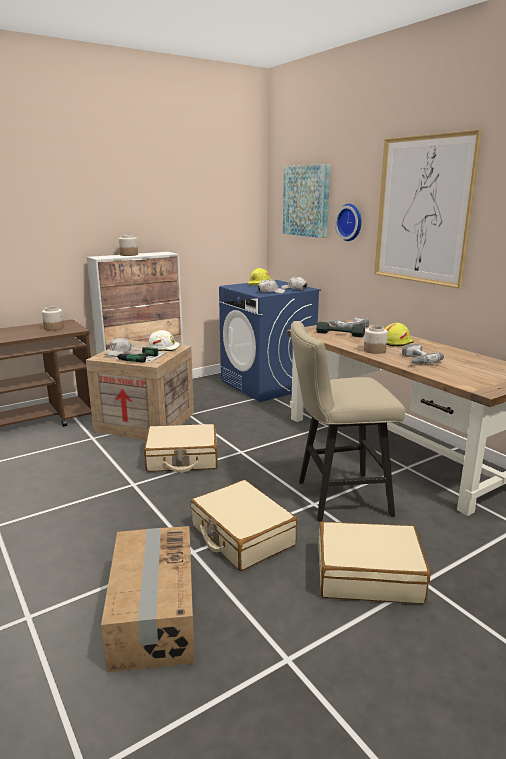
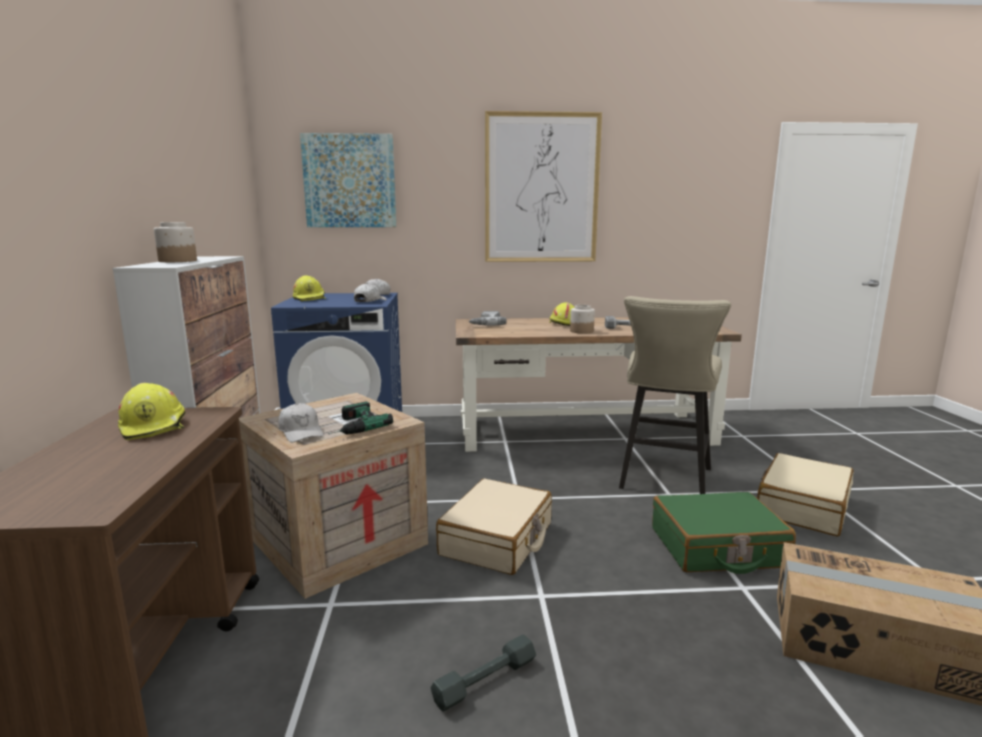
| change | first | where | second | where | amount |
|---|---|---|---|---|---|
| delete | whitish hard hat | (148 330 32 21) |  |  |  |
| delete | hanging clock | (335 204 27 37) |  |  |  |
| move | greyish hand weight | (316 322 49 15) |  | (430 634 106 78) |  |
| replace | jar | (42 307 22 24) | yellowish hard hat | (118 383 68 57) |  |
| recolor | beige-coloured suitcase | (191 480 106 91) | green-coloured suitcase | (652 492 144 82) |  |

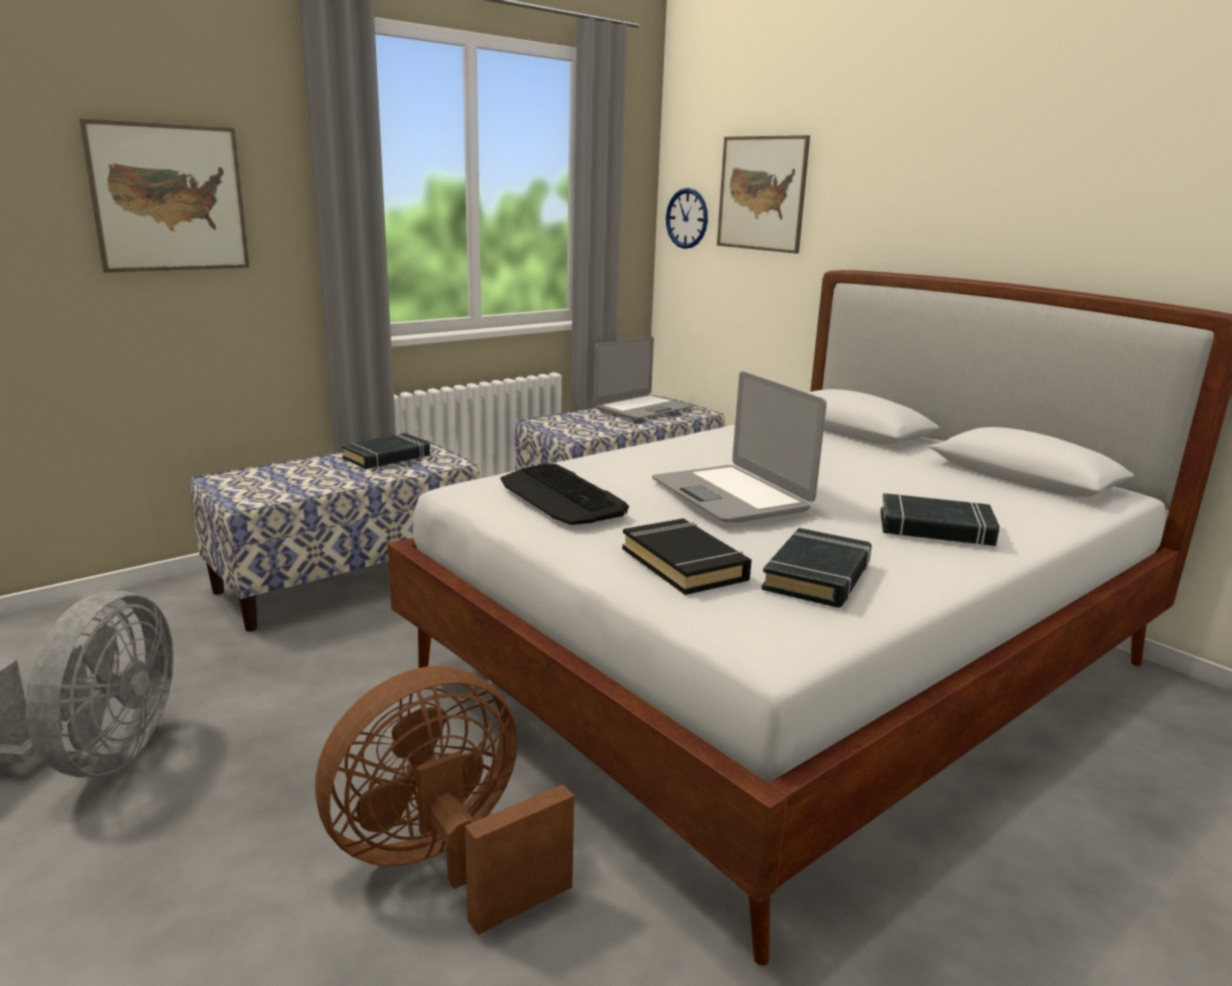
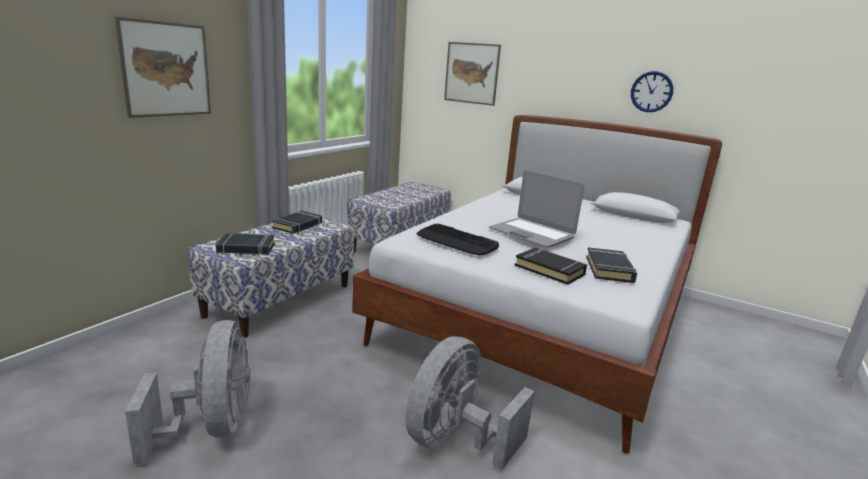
| change | first | where | second | where | amount |
|---|---|---|---|---|---|
| delete | notebook computer | (594 336 99 83) |  |  |  |
| move | hanging clock | (666 188 42 61) |  | (631 71 42 41) |  |
| move | blackish volume | (881 493 119 53) |  | (215 233 60 22) |  |
| recolor | brownish cooling fan | (315 666 259 269) | greyish cooling fan | (405 336 130 134) |  |

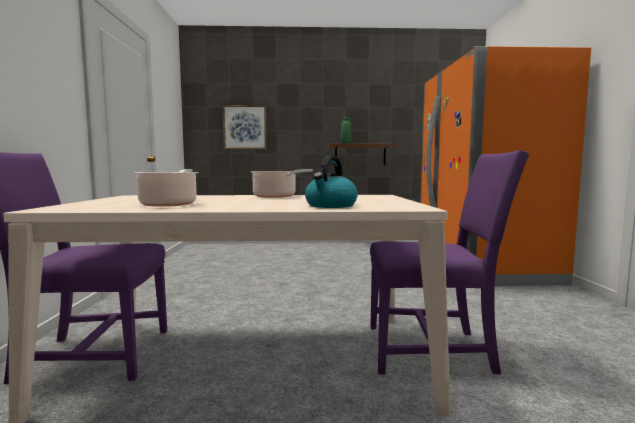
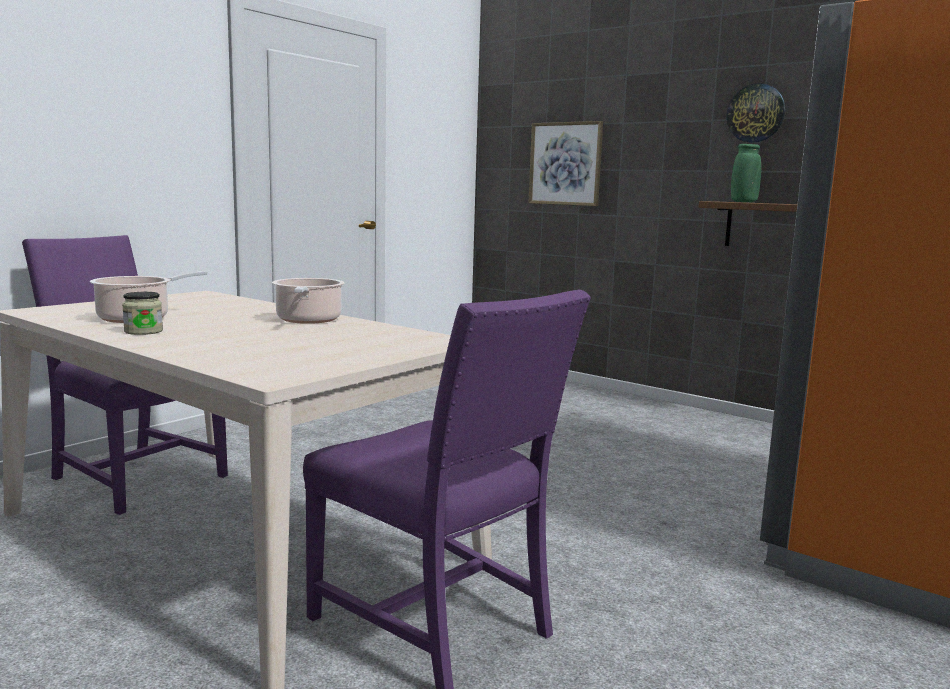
| change | first | where | second | where | amount |
|---|---|---|---|---|---|
| delete | tea kettle | (305 155 53 53) |  |  |  |
| insert |  |  | jar | (122 292 41 43) |  |
| insert |  |  | hanging clock | (727 83 58 60) |  |

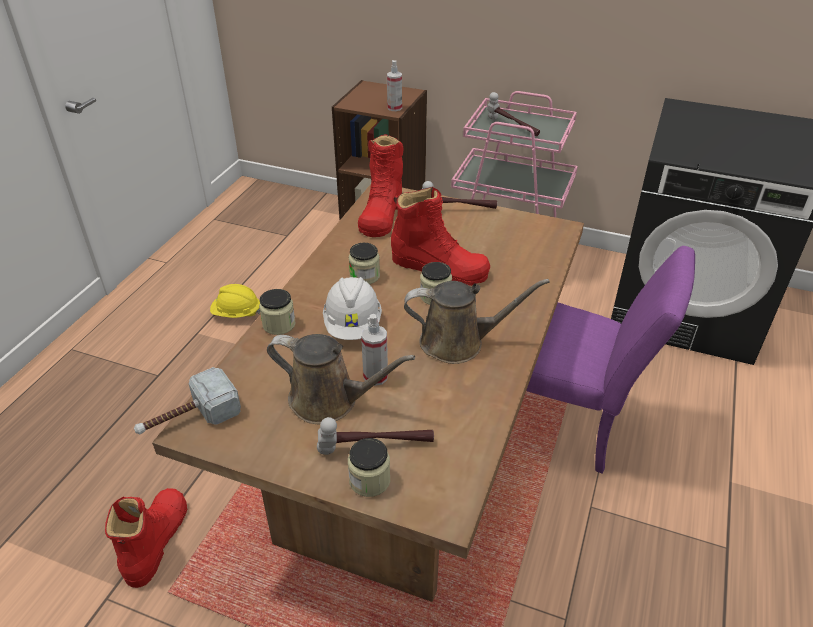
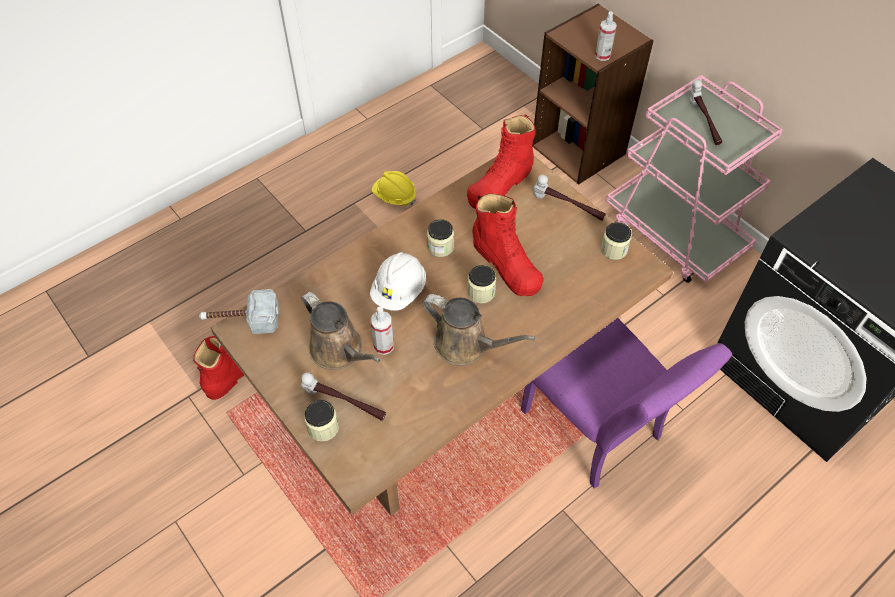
| change | first | where | second | where | amount |
|---|---|---|---|---|---|
| move | jar | (259 289 37 46) |  | (601 222 30 38) |  |

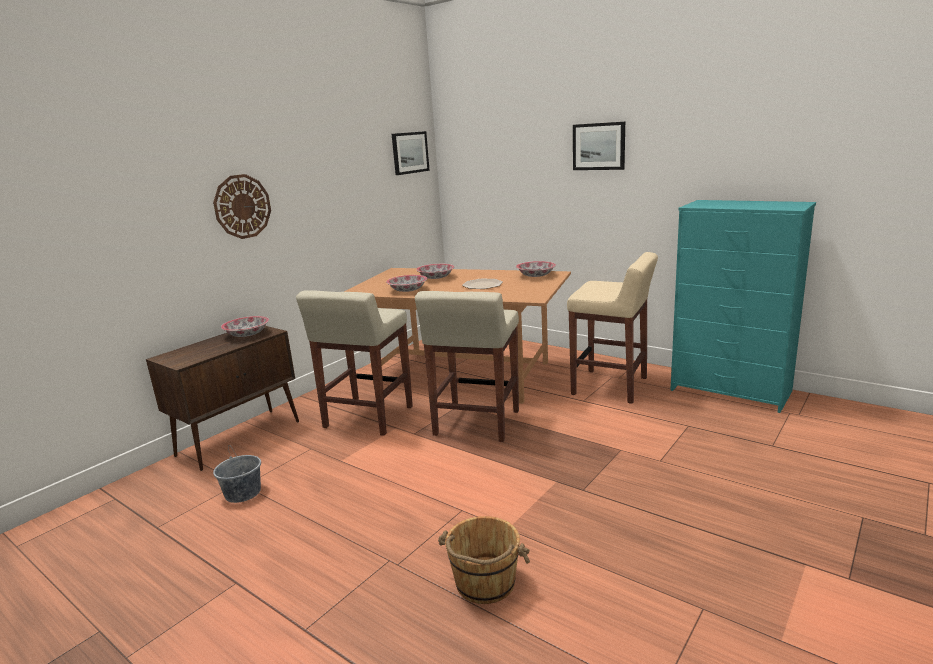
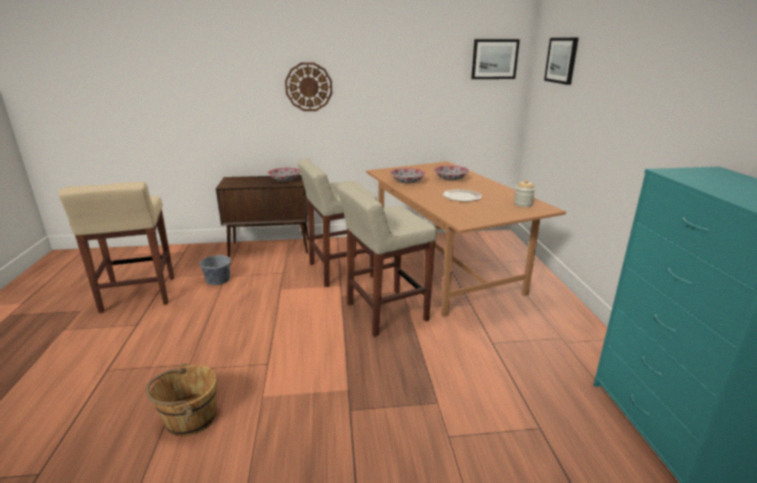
| change | first | where | second | where | amount |
|---|---|---|---|---|---|
| move | beige-coloured stool | (567 252 91 152) |  | (58 182 116 131) |  |
| move | wall art | (573 122 52 48) |  | (544 38 34 47) |  |
| replace | serving bowl | (516 261 40 16) | jar | (514 180 21 27) |  |

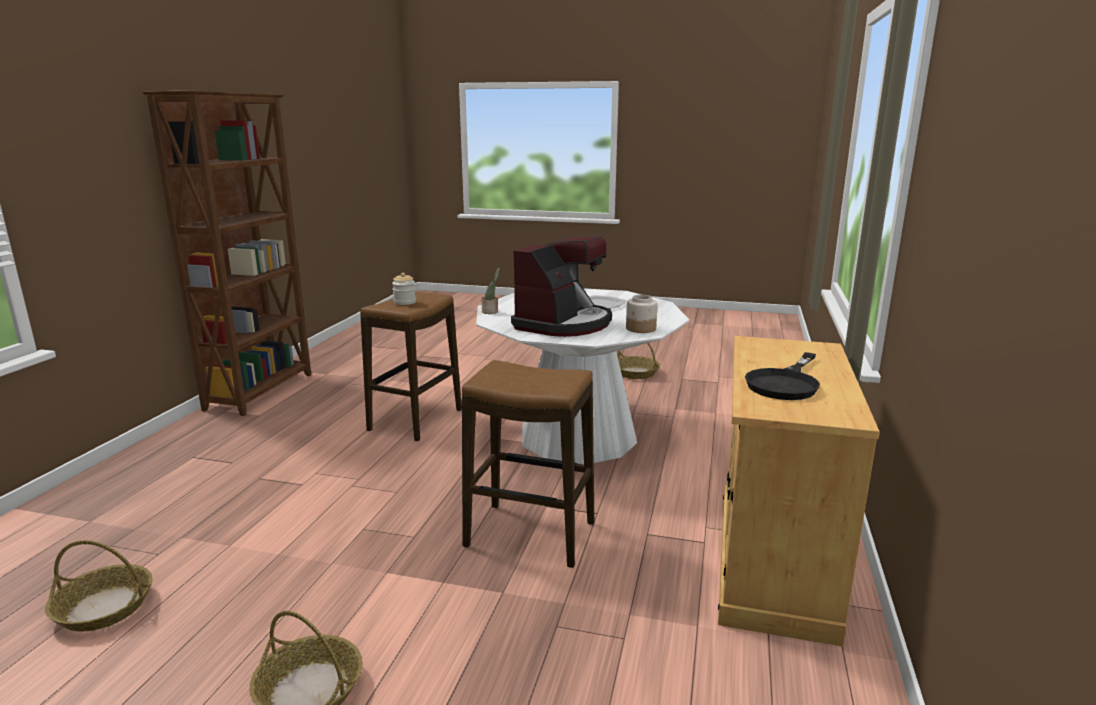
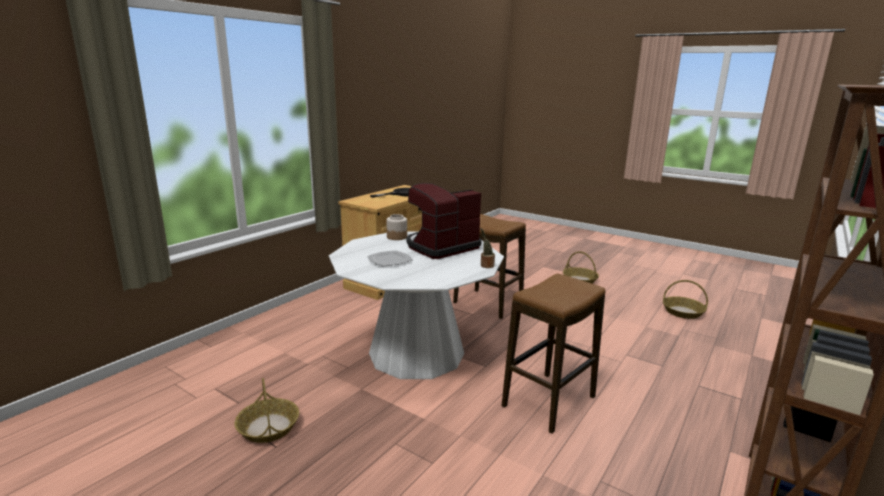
| change | first | where | second | where | amount |
|---|---|---|---|---|---|
| delete | jar | (392 273 24 32) |  |  |  |

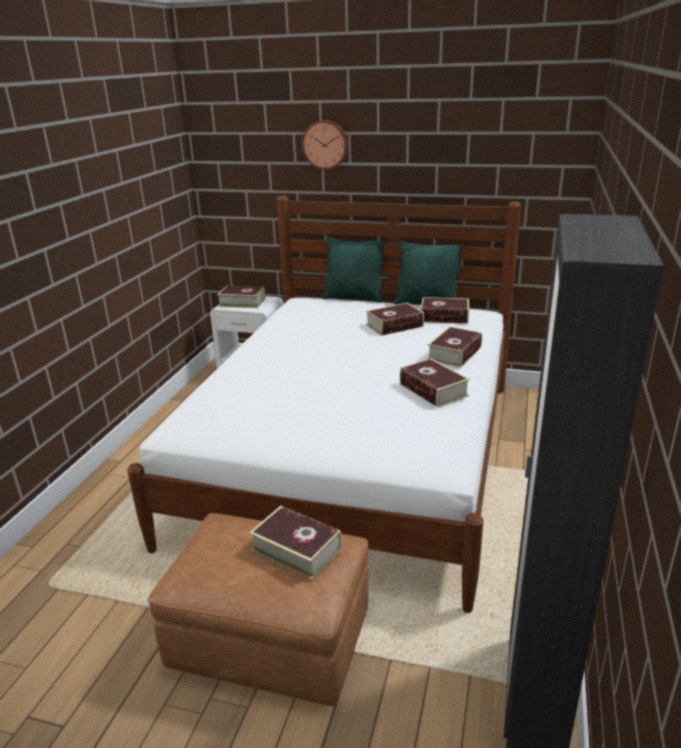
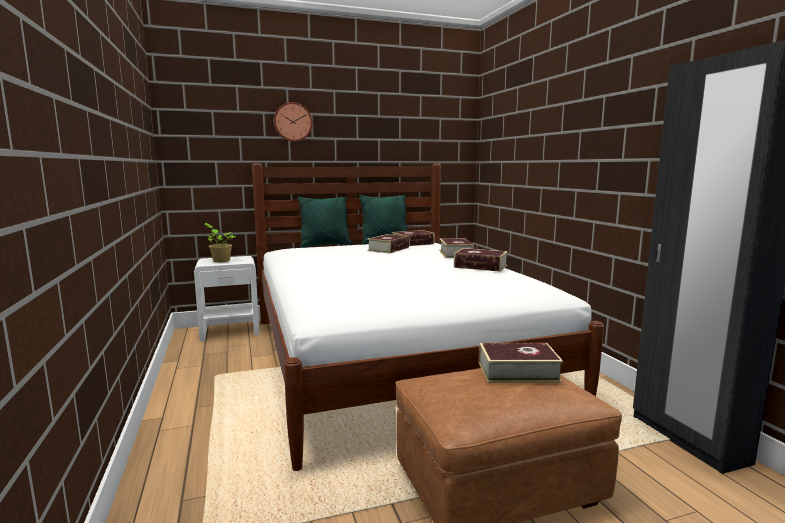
| change | first | where | second | where | amount |
|---|---|---|---|---|---|
| replace | volume | (217 286 48 22) | houseplant | (204 223 32 39) |  |

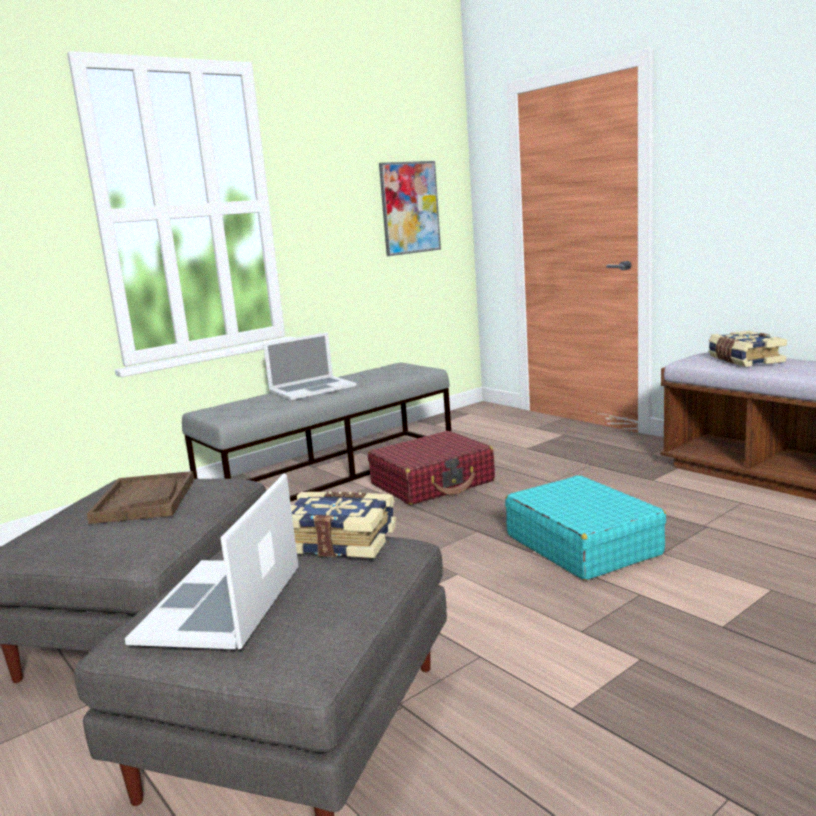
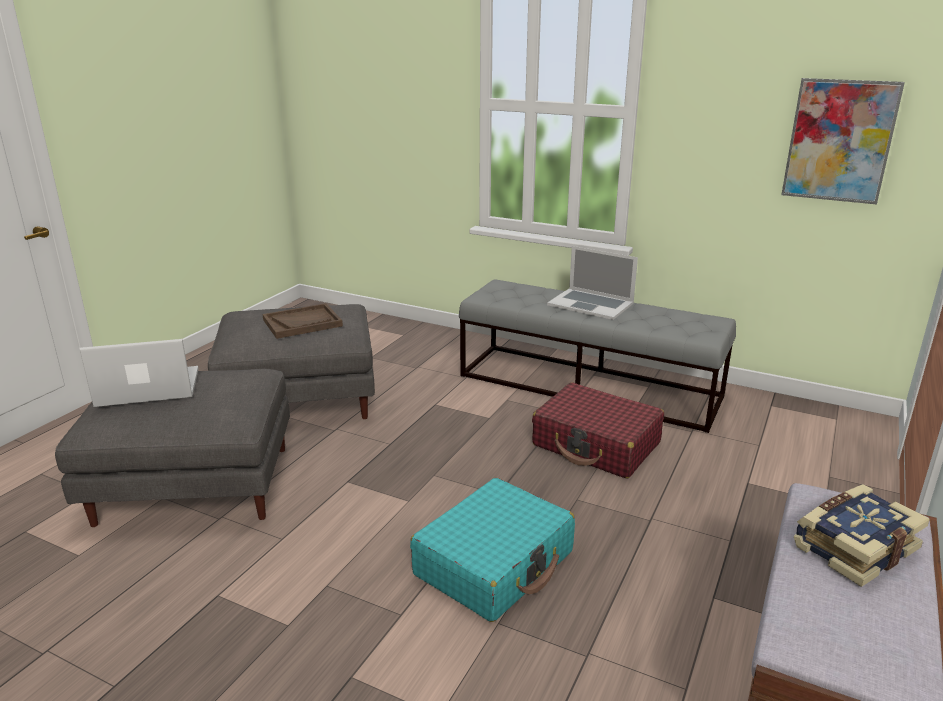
| change | first | where | second | where | amount |
|---|---|---|---|---|---|
| delete | volume | (291 492 105 66) |  |  |  |

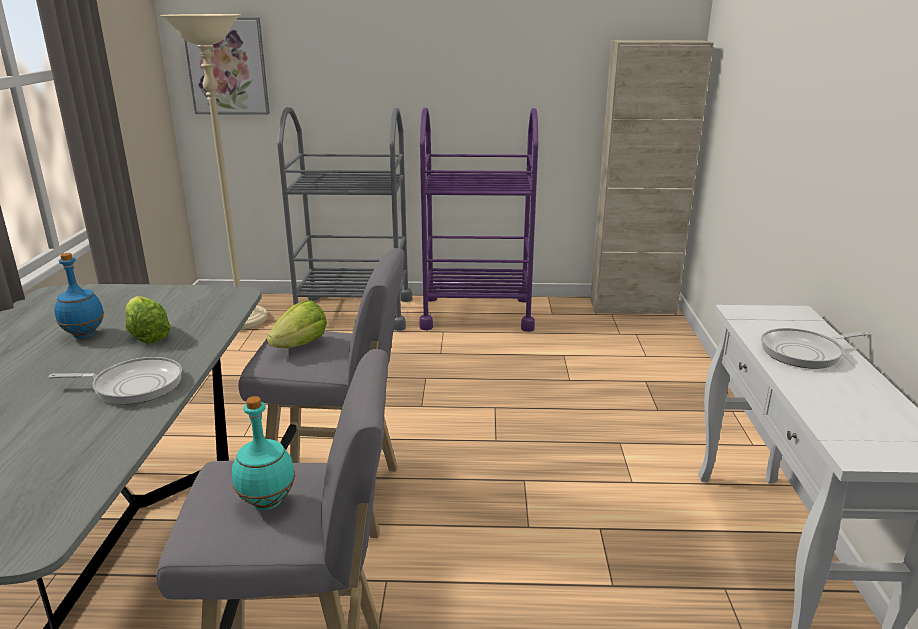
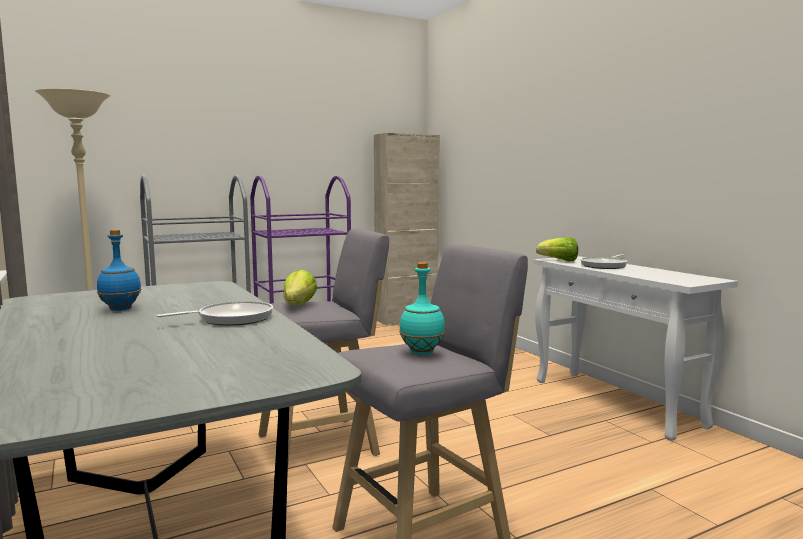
| change | first | where | second | where | amount |
|---|---|---|---|---|---|
| delete | wall art | (184 17 86 98) |  |  |  |
| move | lettuce head | (126 296 45 48) |  | (536 237 42 24) |  |

